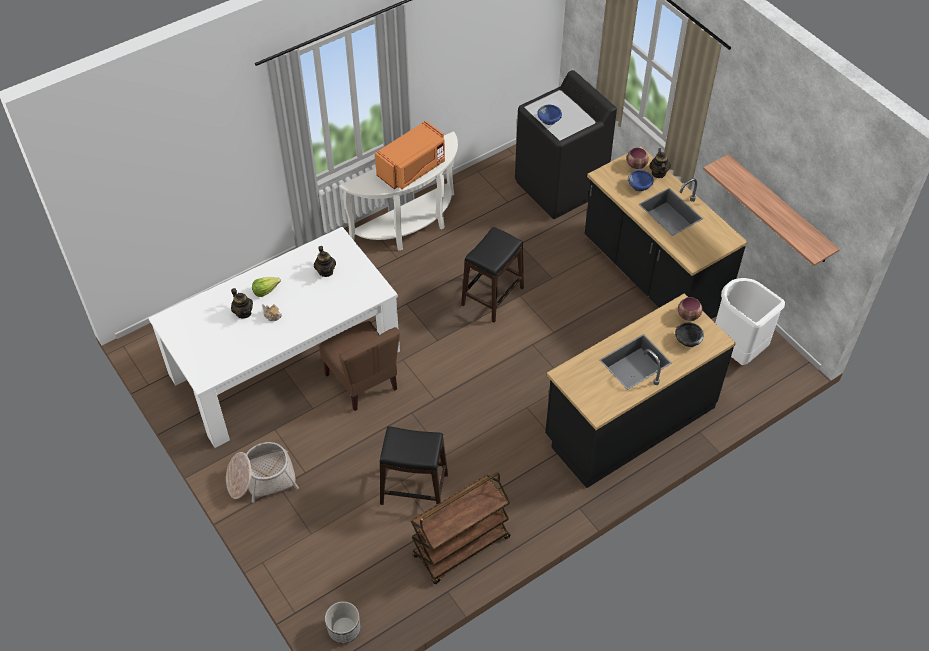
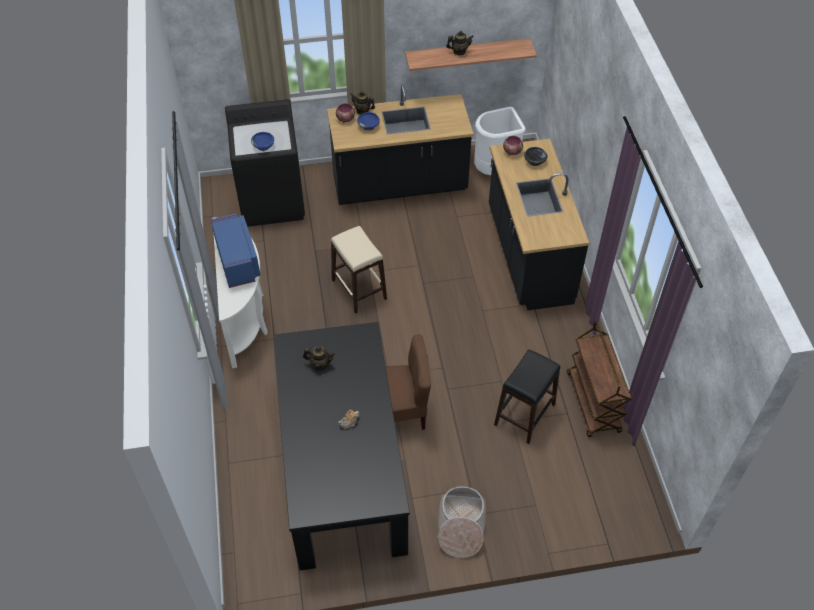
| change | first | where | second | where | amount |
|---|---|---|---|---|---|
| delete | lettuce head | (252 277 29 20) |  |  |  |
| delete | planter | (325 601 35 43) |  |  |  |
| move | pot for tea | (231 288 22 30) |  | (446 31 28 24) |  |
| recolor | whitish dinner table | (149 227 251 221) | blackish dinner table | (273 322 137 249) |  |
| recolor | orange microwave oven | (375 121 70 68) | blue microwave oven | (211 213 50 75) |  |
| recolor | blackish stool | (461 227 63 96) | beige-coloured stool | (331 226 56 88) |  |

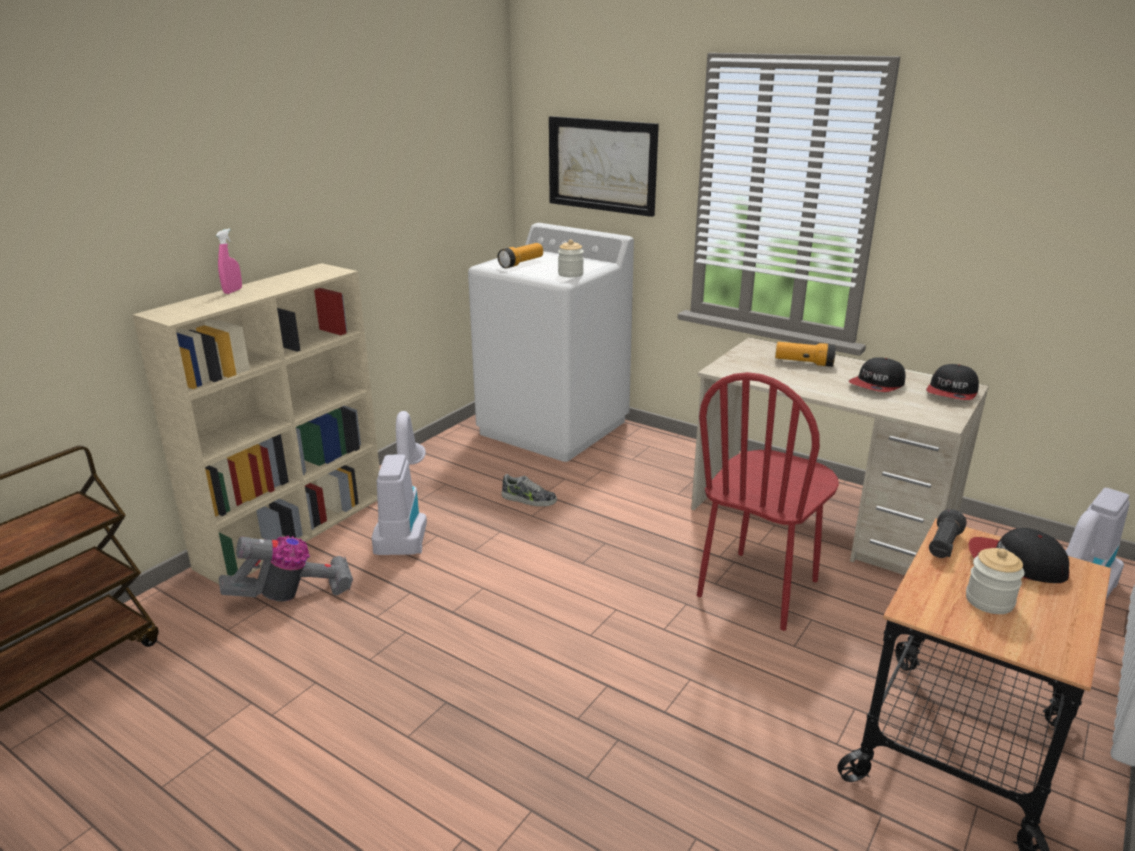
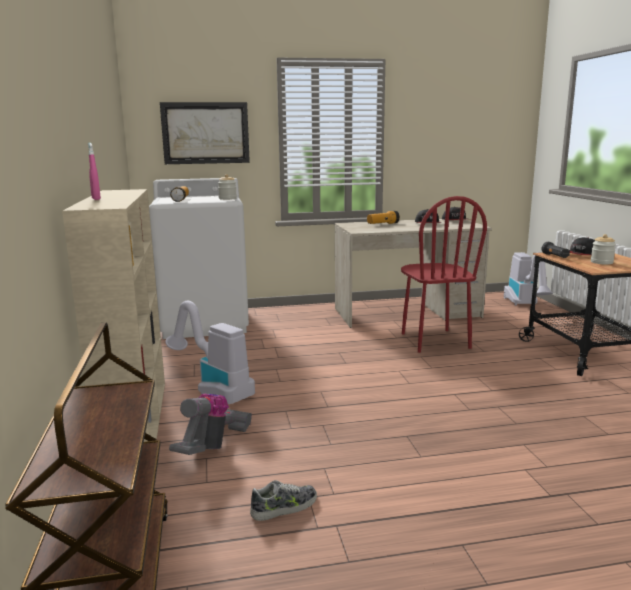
| change | first | where | second | where | amount |
|---|---|---|---|---|---|
| move | item of footwear | (501 474 56 32) |  | (250 480 67 41) |  |

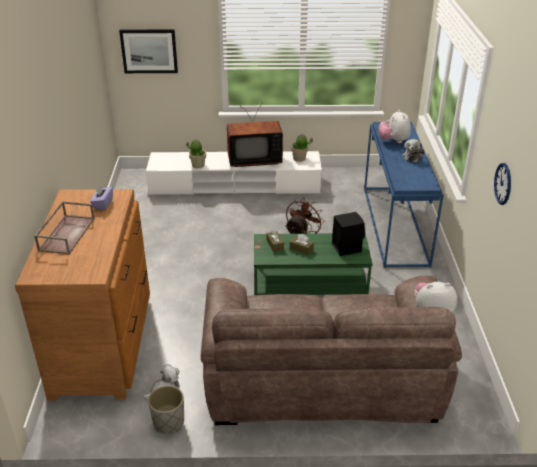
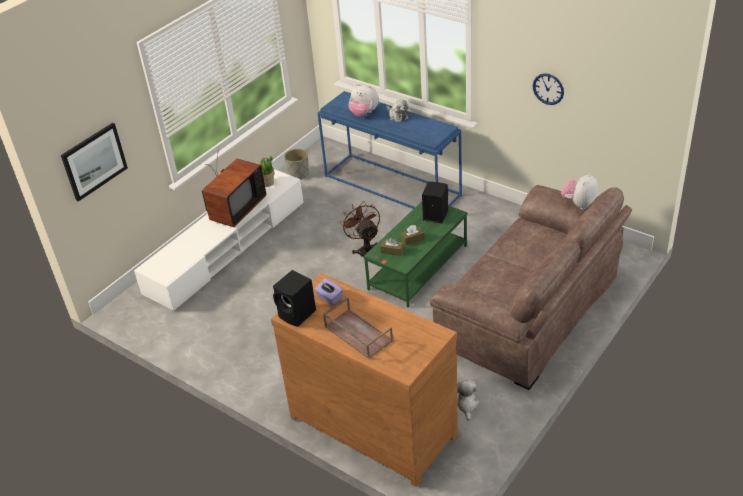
| change | first | where | second | where | amount |
|---|---|---|---|---|---|
| delete | houseplant | (186 139 20 29) |  |  |  |
| insert |  |  | blackish speaker | (273 270 43 57) |  |
| move | greyish planter | (148 386 36 48) |  | (284 149 25 31) |  |

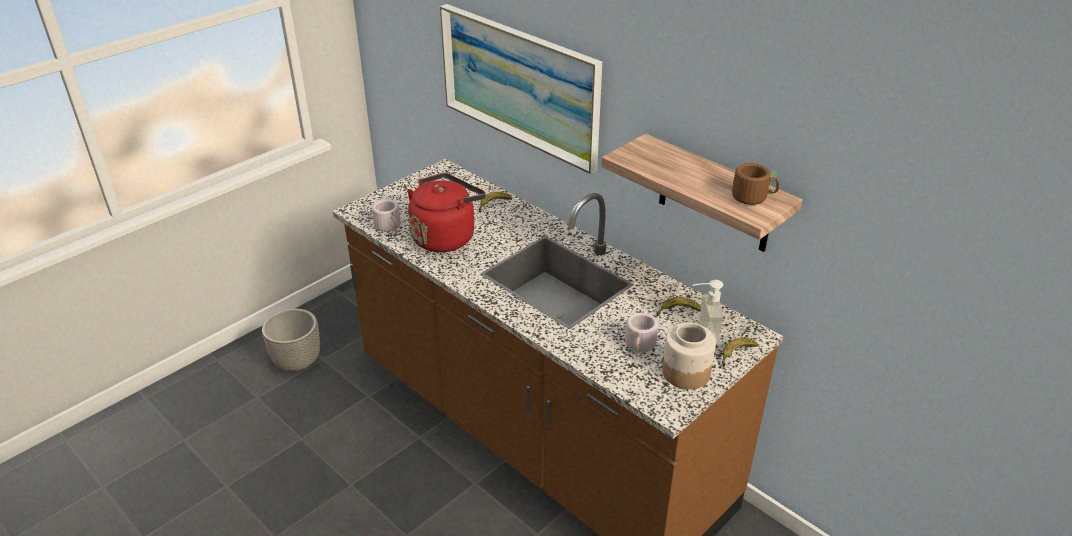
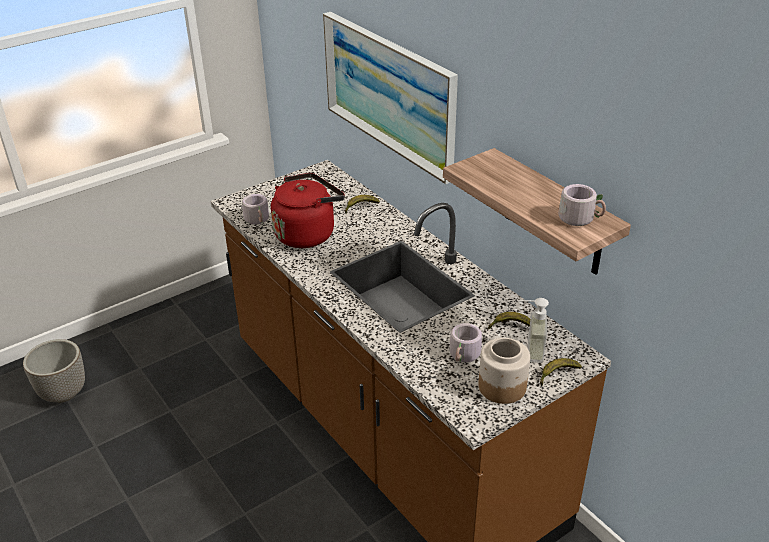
| change | first | where | second | where | amount |
|---|---|---|---|---|---|
| move | planter | (262 309 58 63) |  | (23 339 62 64) |  |
| recolor | brownish tea mug | (732 163 48 42) | greyish tea mug | (559 184 47 42) |  |

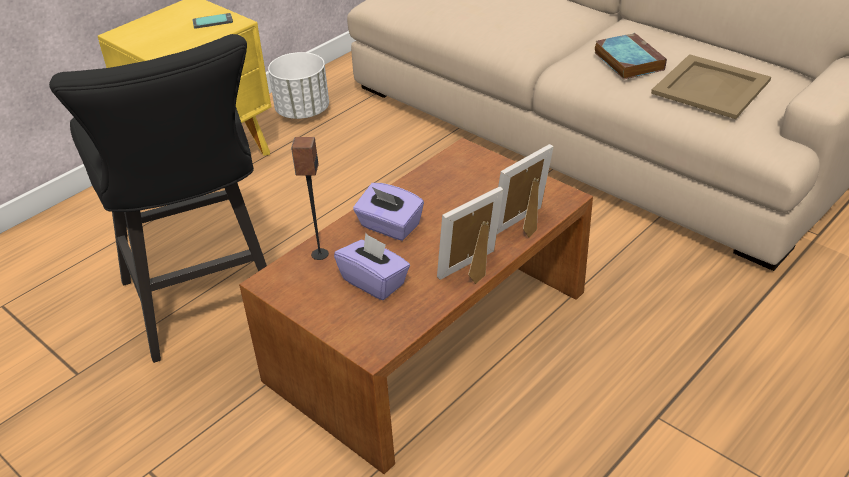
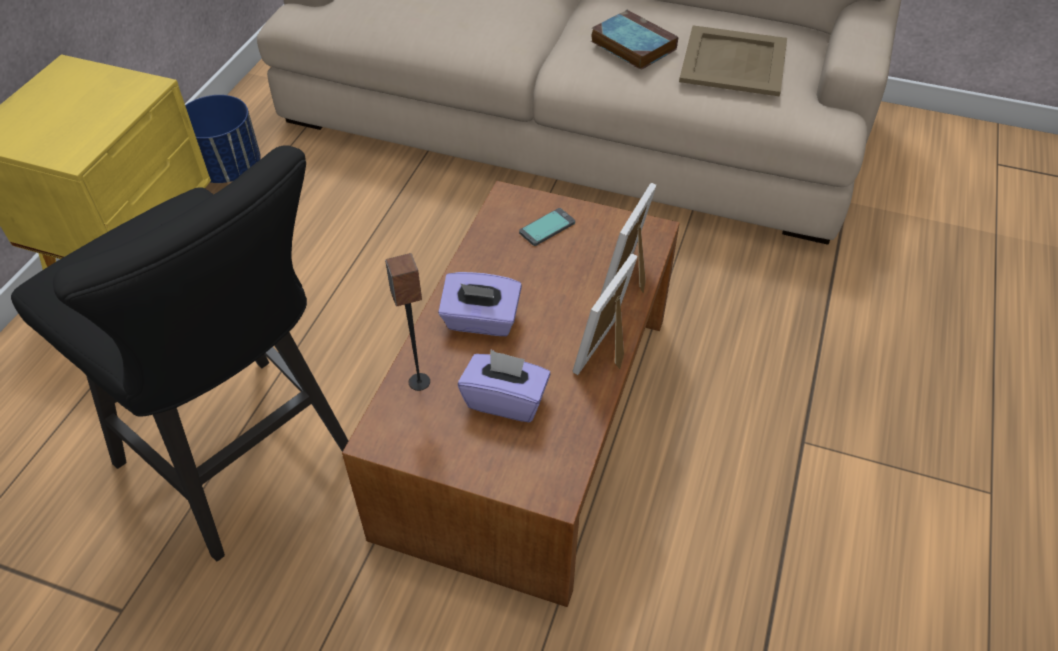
| change | first | where | second | where | amount |
|---|---|---|---|---|---|
| move | handset | (192 13 41 16) |  | (519 208 56 38) |  |
| recolor | whitish planter | (268 52 61 67) | blue planter | (185 95 76 88) |  |

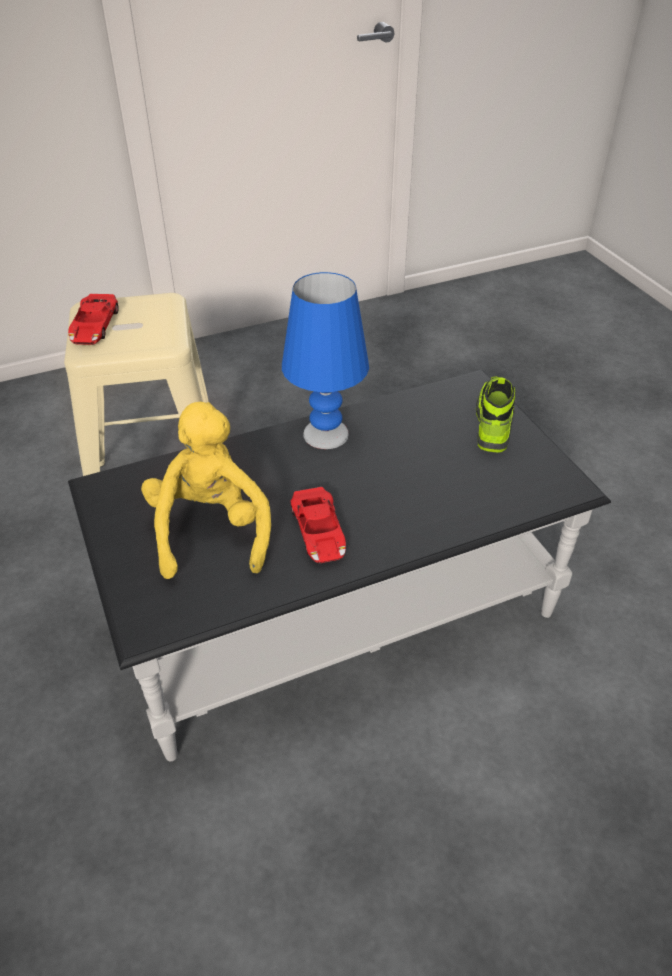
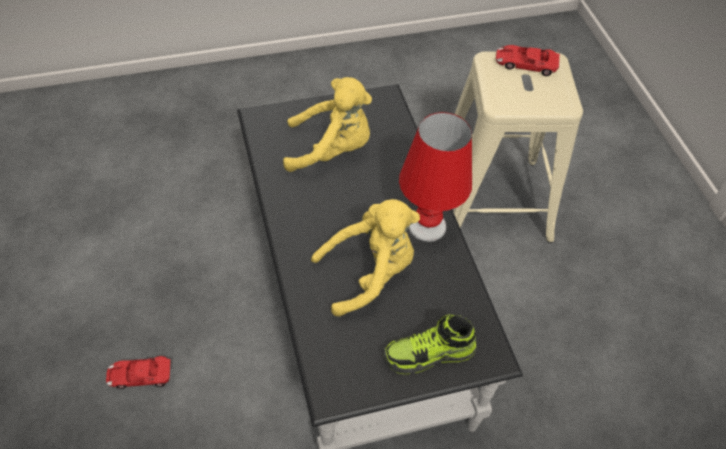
| change | first | where | second | where | amount |
|---|---|---|---|---|---|
| insert |  |  | yellowish cuddly toy | (311 199 109 117) |  |
| move | red miniature car | (290 487 56 76) |  | (106 356 65 33) |  |
| recolor | blue lamp for a table | (282 272 87 177) | red lamp for a table | (399 112 73 130) |  |
| rotate | item of footwear | (476 377 39 75) |  | (383 314 94 60) | 150 degrees clockwise |

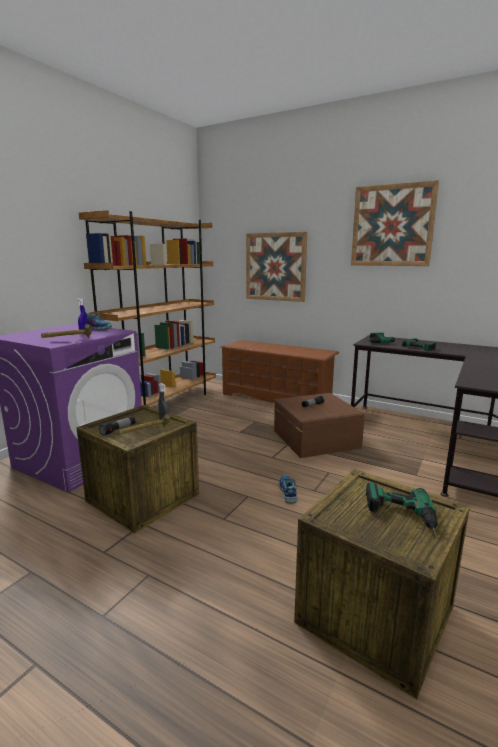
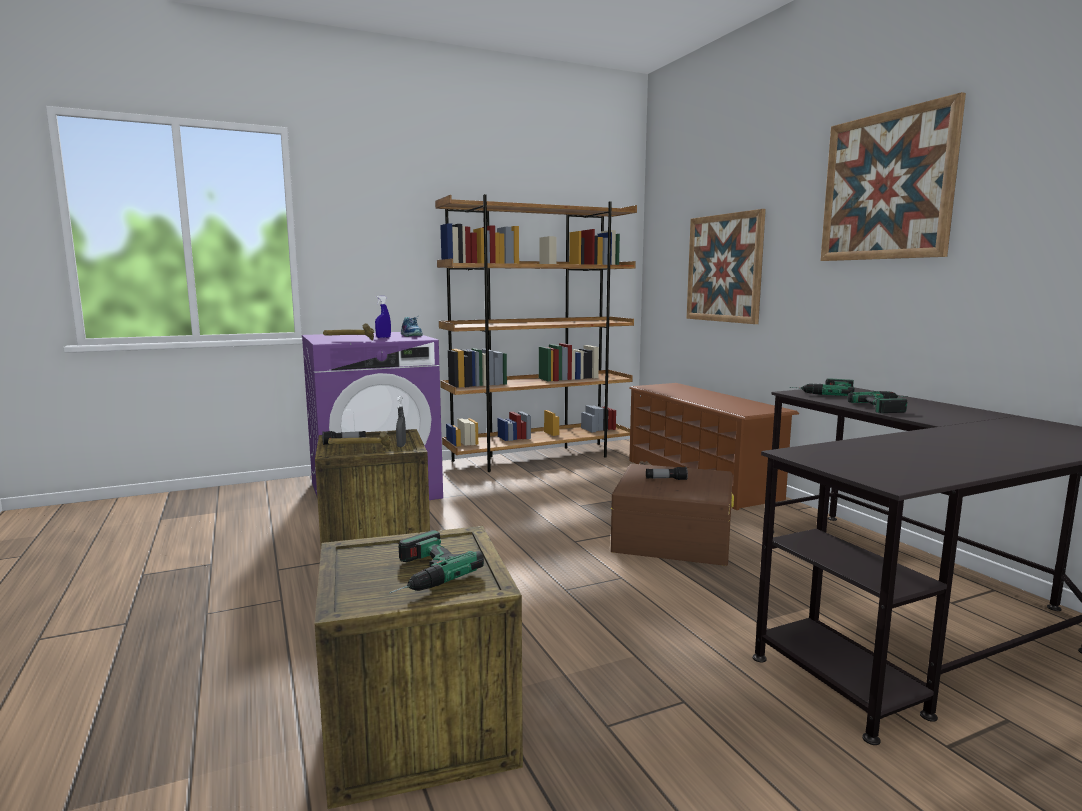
| change | first | where | second | where | amount |
|---|---|---|---|---|---|
| delete | item of footwear | (279 475 19 29) |  |  |  |

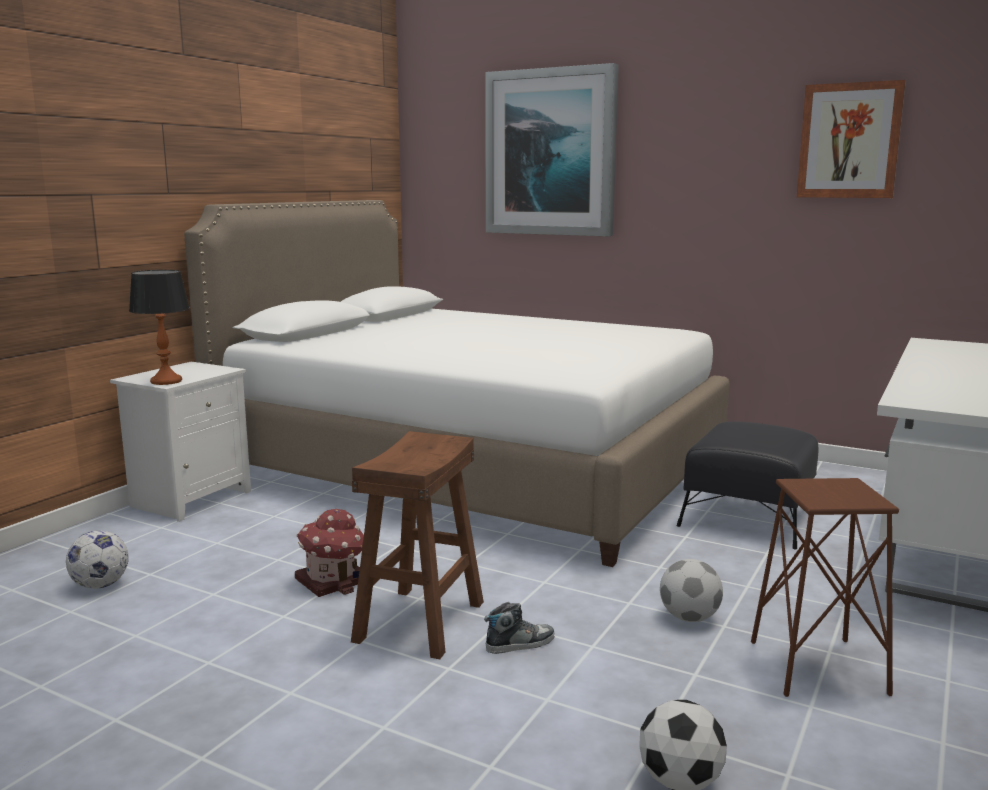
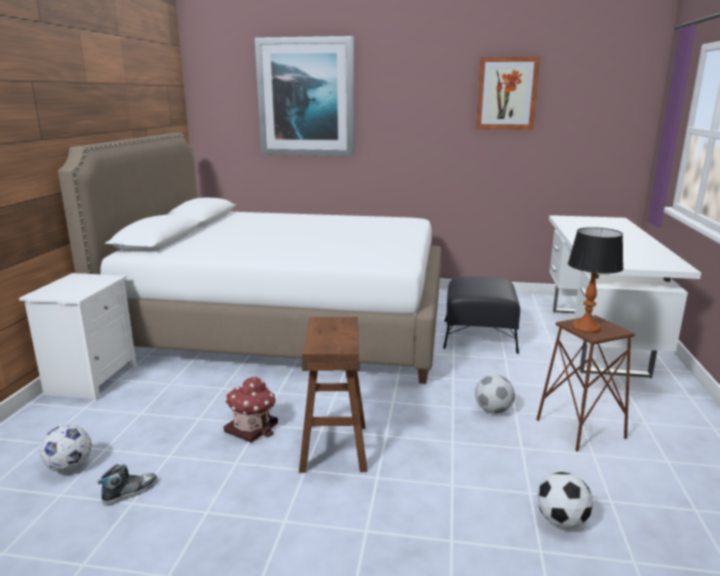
| change | first | where | second | where | amount |
|---|---|---|---|---|---|
| move | lamp for a table | (129 270 61 115) |  | (568 227 55 106) |  |
| move | item of footwear | (484 602 71 52) |  | (98 464 59 42) |  |

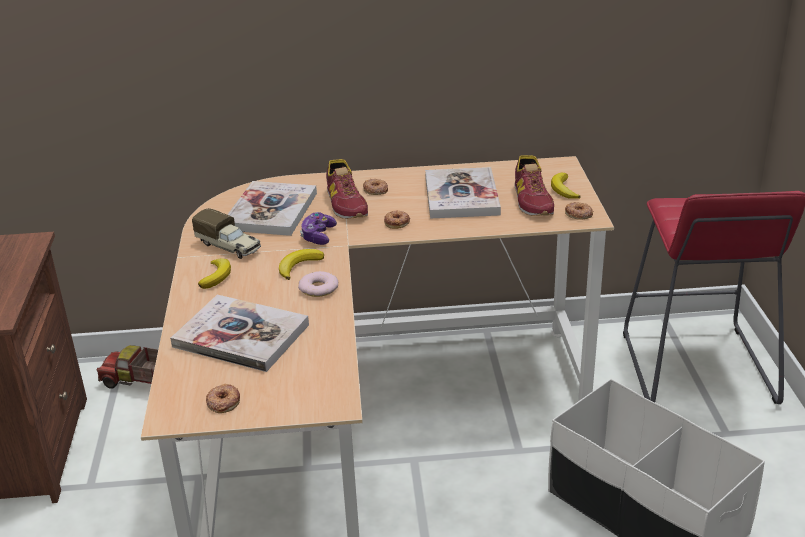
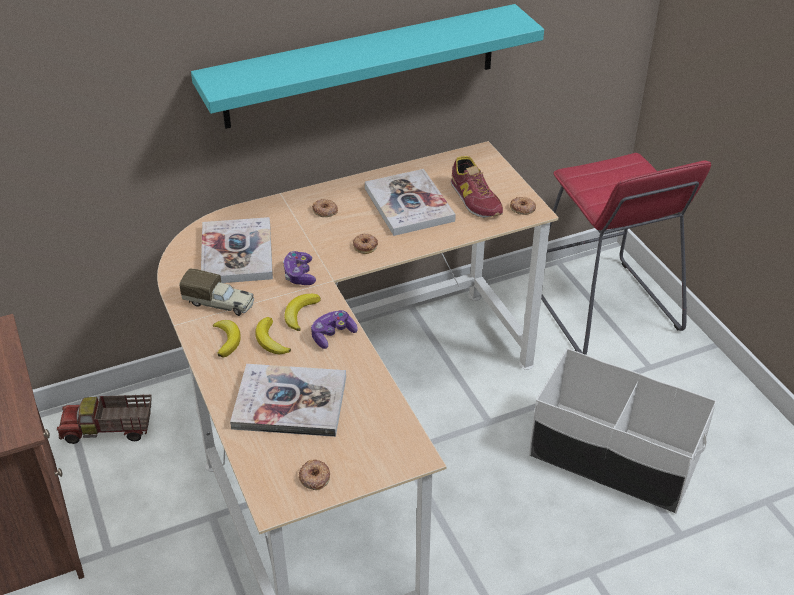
| change | first | where | second | where | amount |
|---|---|---|---|---|---|
| delete | item of footwear | (326 159 42 60) |  |  |  |
| insert |  |  | turquoise-coloured shelf | (191 4 353 125) |  |
| move | banana | (551 173 30 26) |  | (255 317 36 37) |  |
| replace | donut | (298 271 40 26) | game controller | (311 310 47 39) |  |

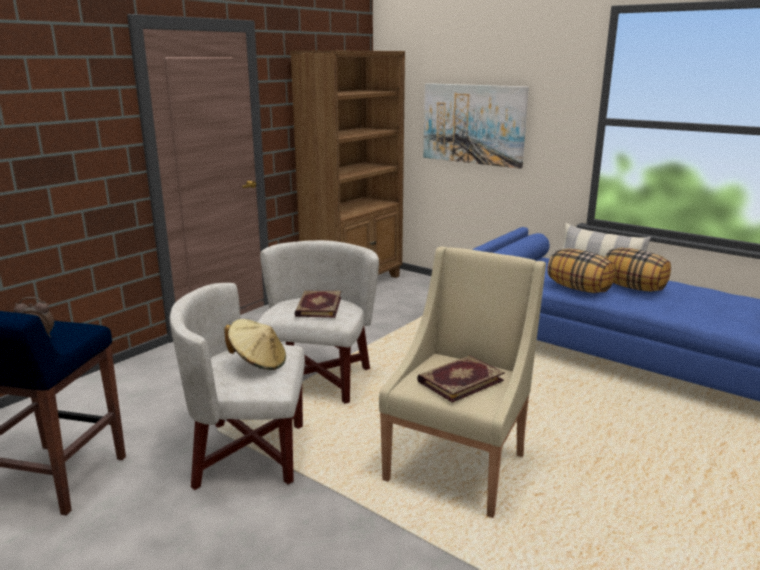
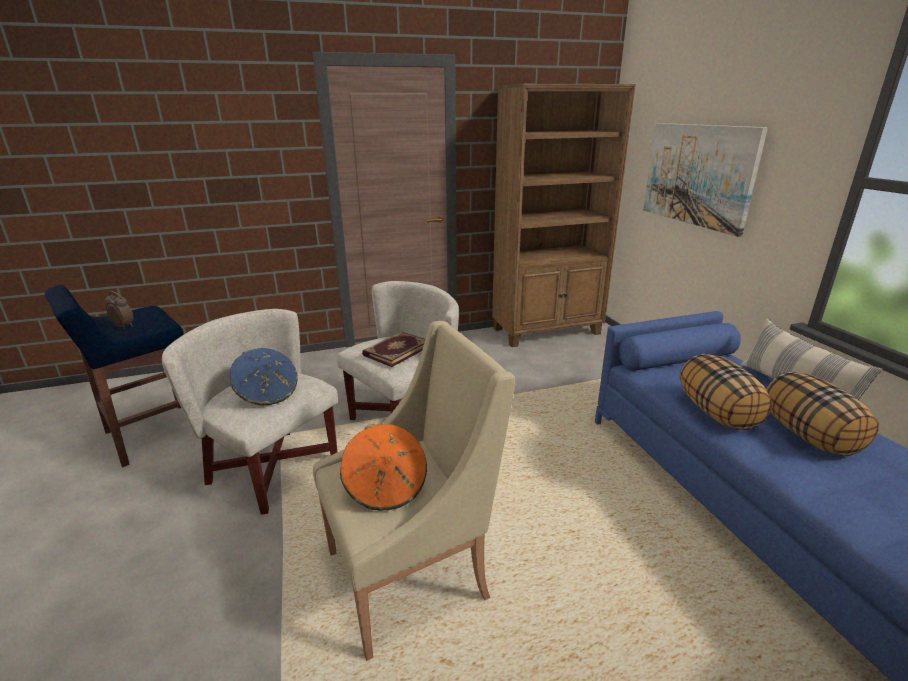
| change | first | where | second | where | amount |
|---|---|---|---|---|---|
| replace | volume | (417 356 88 47) | orange wearable hat | (340 424 87 87) |  |
| recolor | beige-coloured wearable hat | (224 319 62 51) | blue wearable hat | (230 348 68 58) |  |

